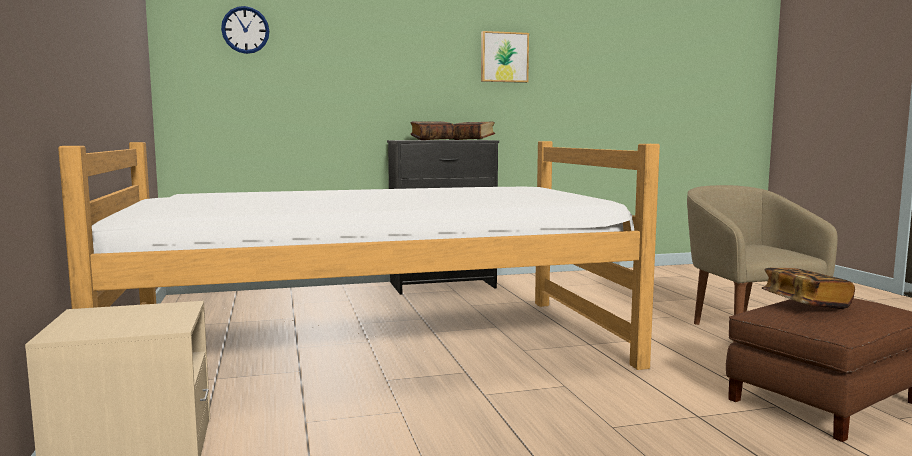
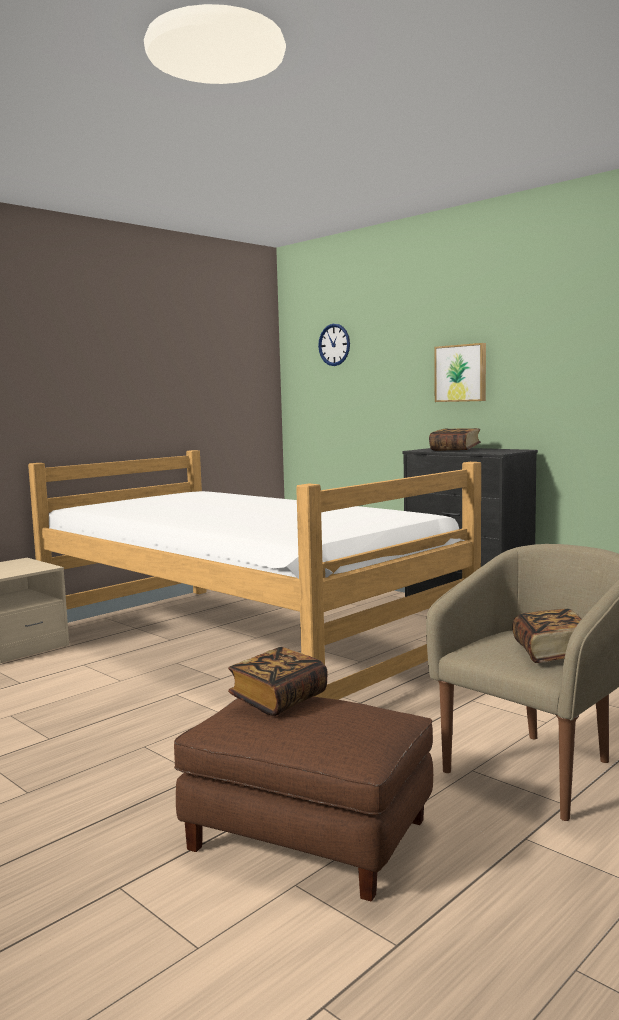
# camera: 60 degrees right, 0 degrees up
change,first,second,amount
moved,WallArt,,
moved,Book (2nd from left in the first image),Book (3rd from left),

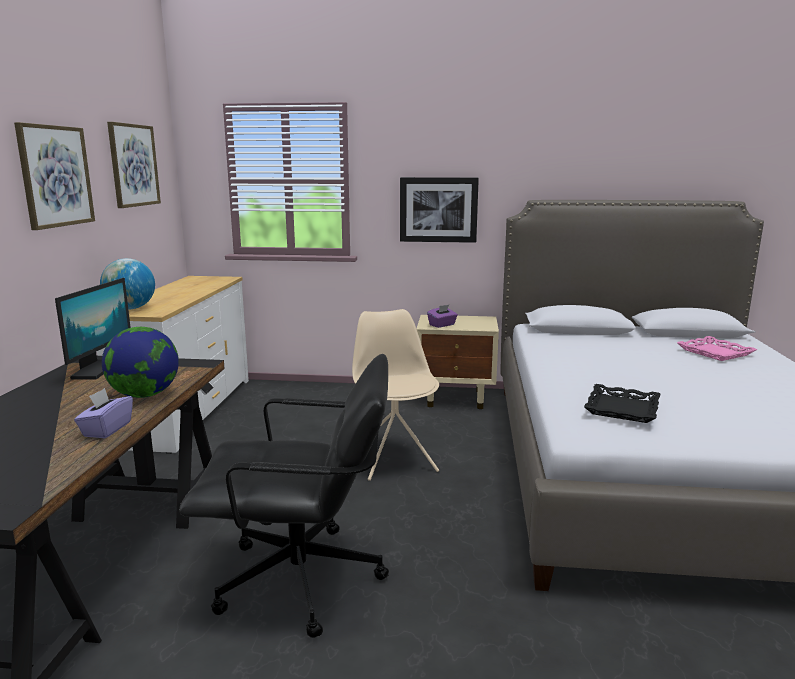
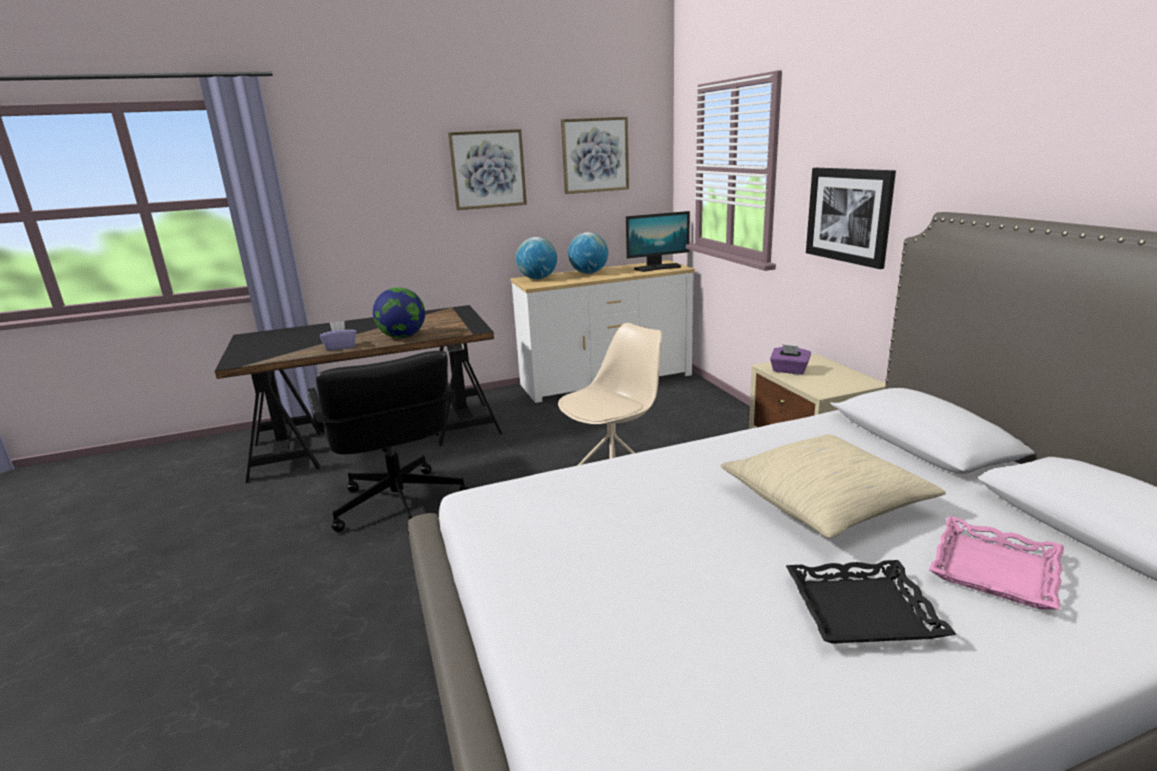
# camera: 65 degrees right, 5 degrees up
change,first,second,amount
moved,ComputerDisplay,,
moved,BlackTray,,
added,,WorldGlobe (3rd from left),
added,,SandColouredPillow,

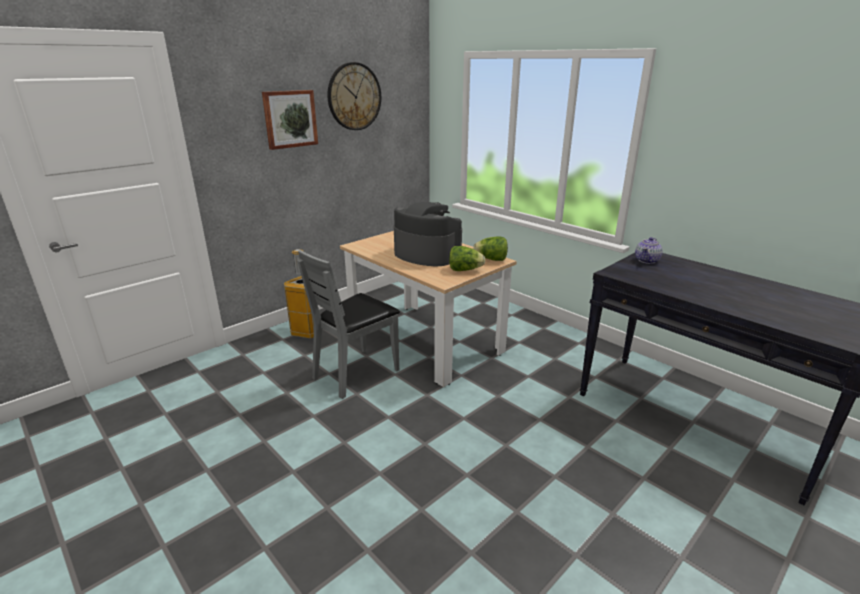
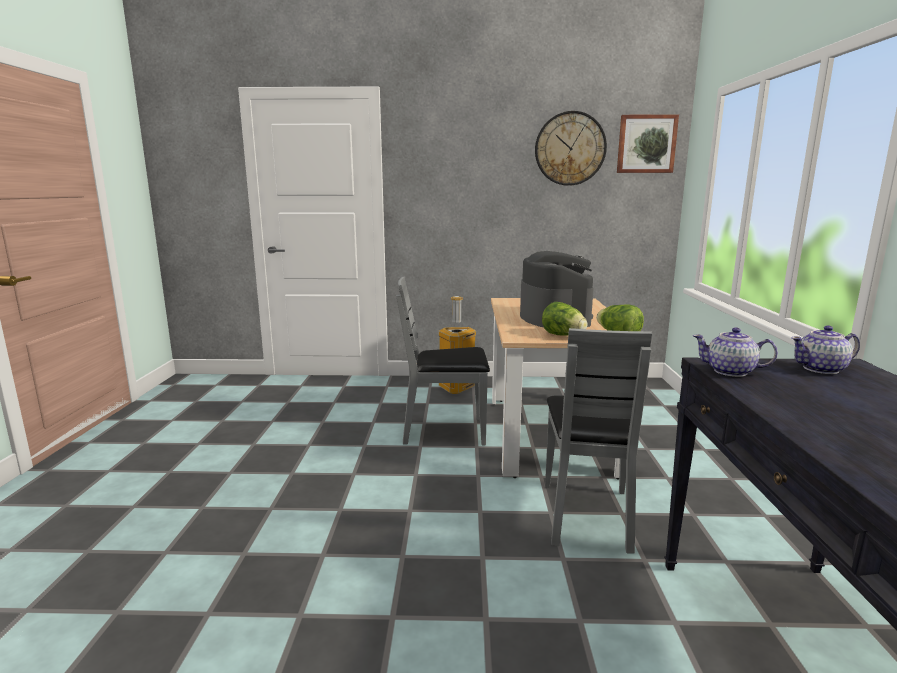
# camera: 45 degrees right, 10 degrees down
change,first,second,amount
moved,WallArt,,
added,,TeaPot (1st from left),
added,,GreyishPlainChair (2nd from left),

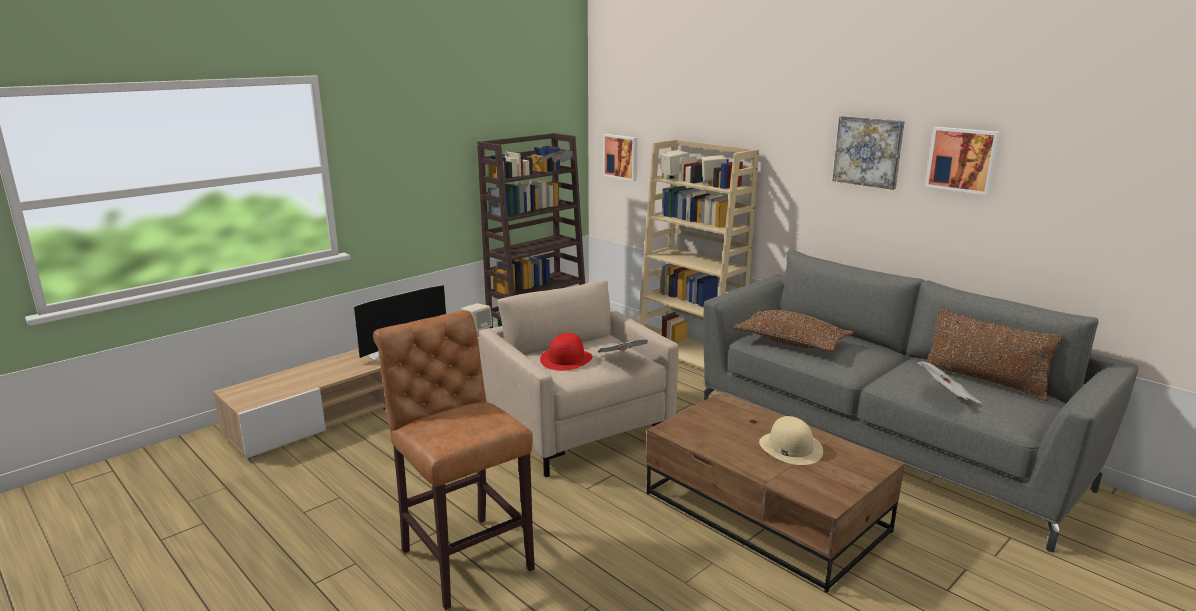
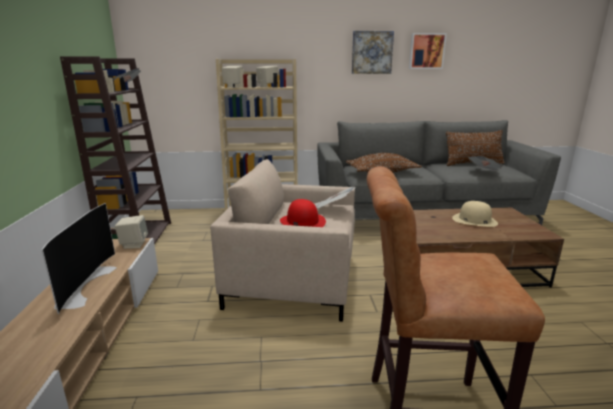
# camera: 50 degrees left, 0 degrees up
change,first,second,amount
removed,WallArt (1st from left),,

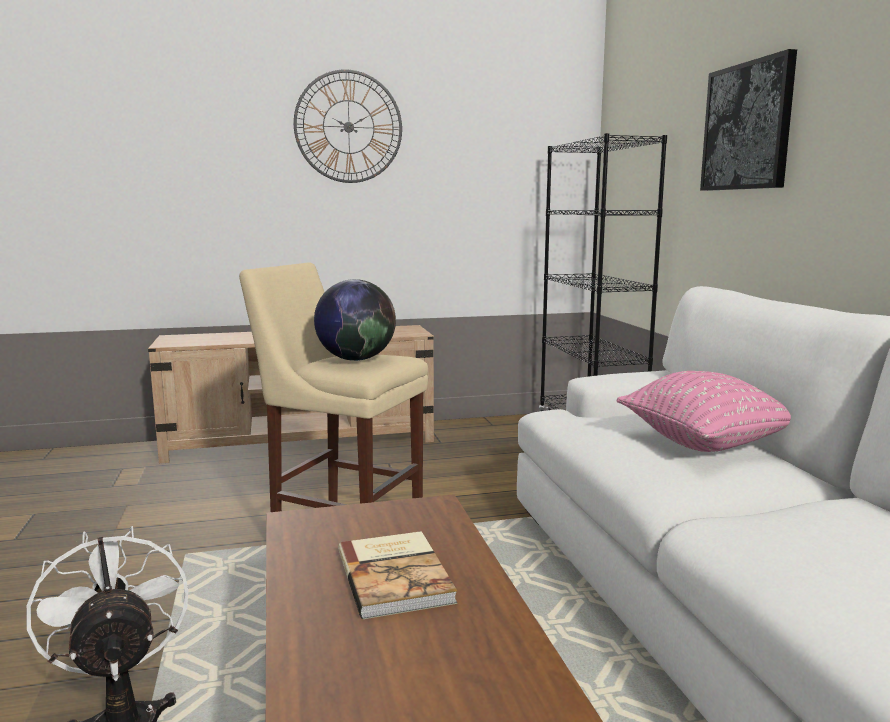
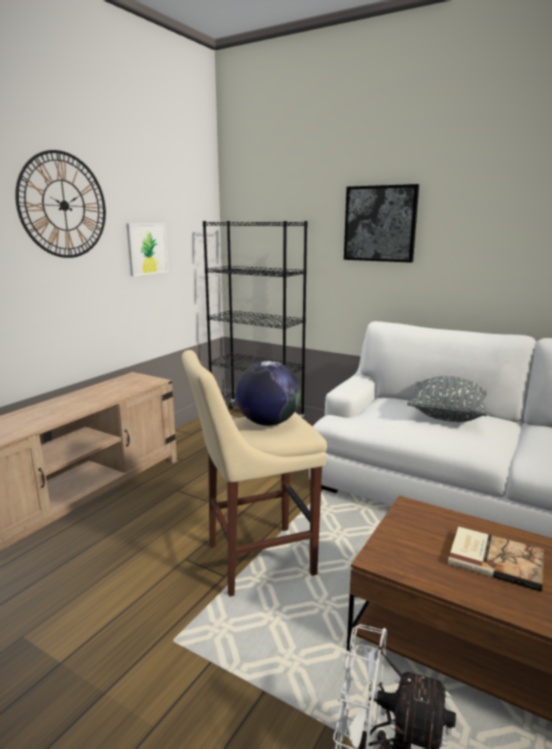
# camera: 45 degrees left, 5 degrees up
change,first,second,amount
recoloured,PinkPillow,GreyishPillow,
added,,WallArt (1st from left),

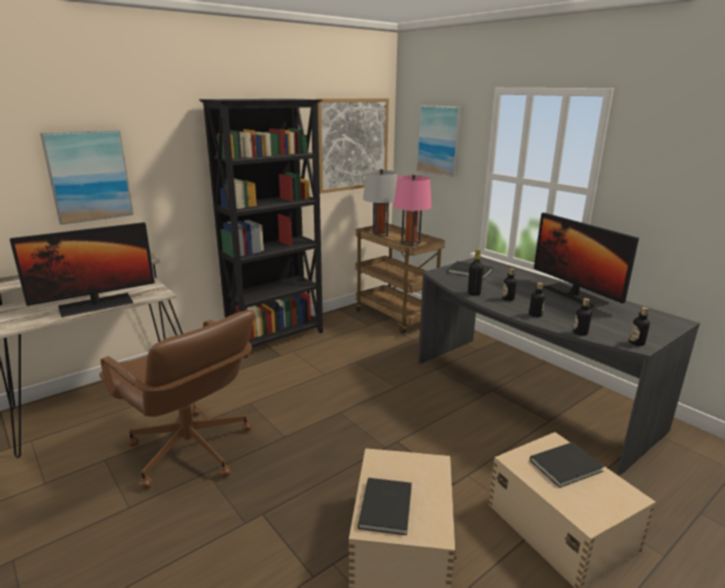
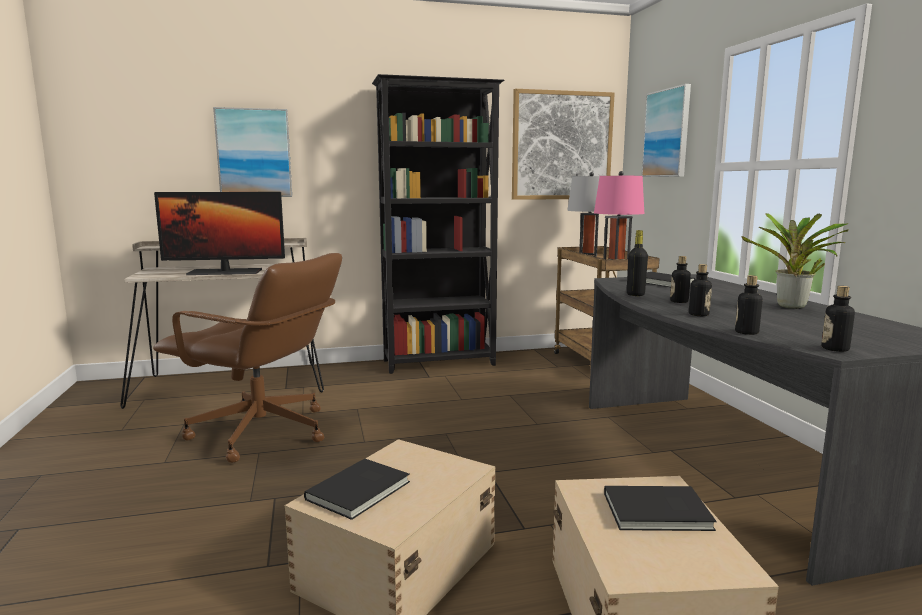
# camera: 25 degrees right, 10 degrees down
change,first,second,amount
replaced,ComputerDisplay (2nd from left),PottedPlant,
turned,BrownColouredComputerChair,,45 degrees counterclockwise

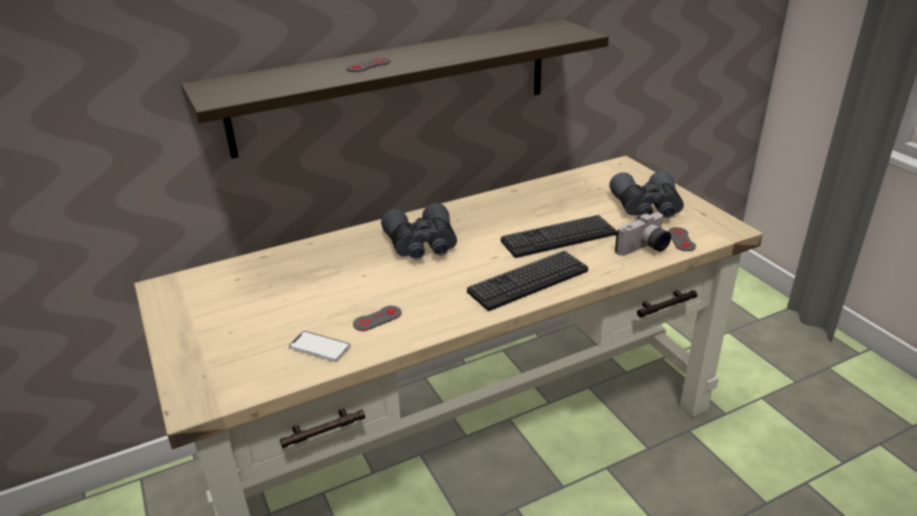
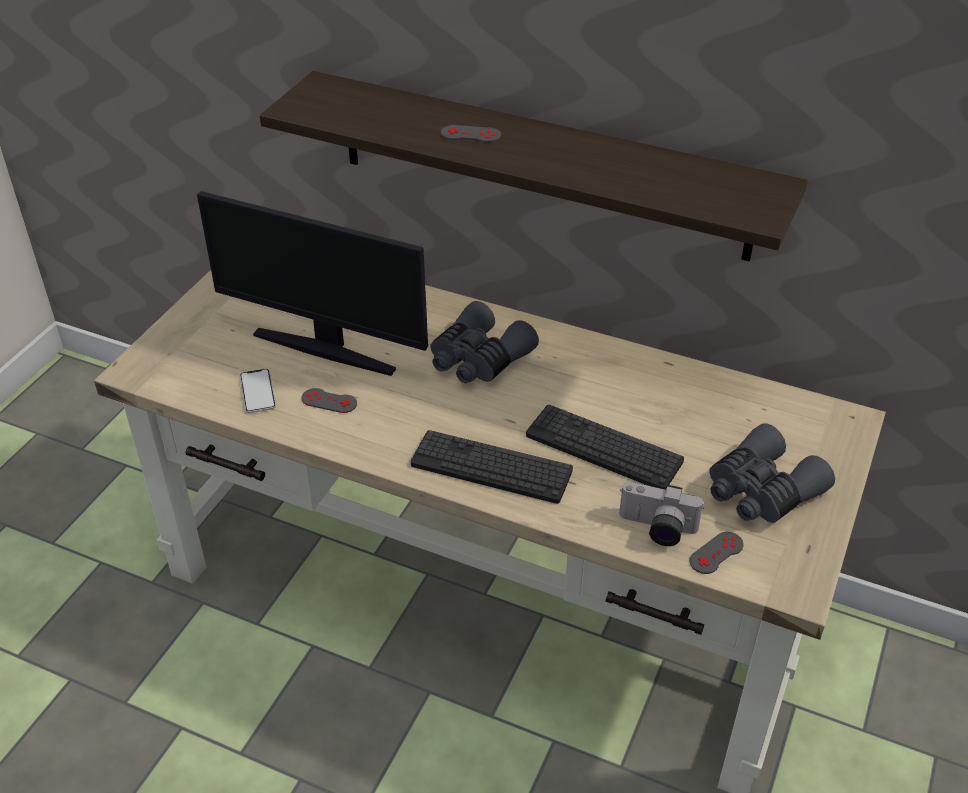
# camera: 50 degrees right, 10 degrees up
change,first,second,amount
added,,ComputerDisplay,

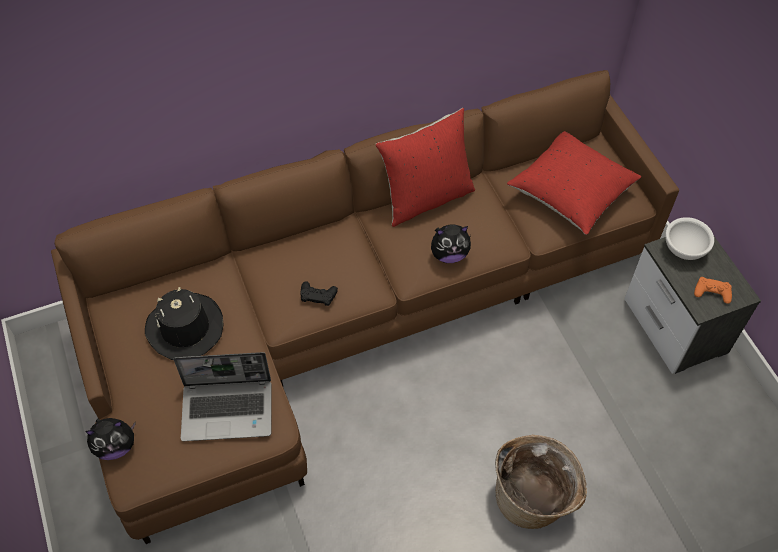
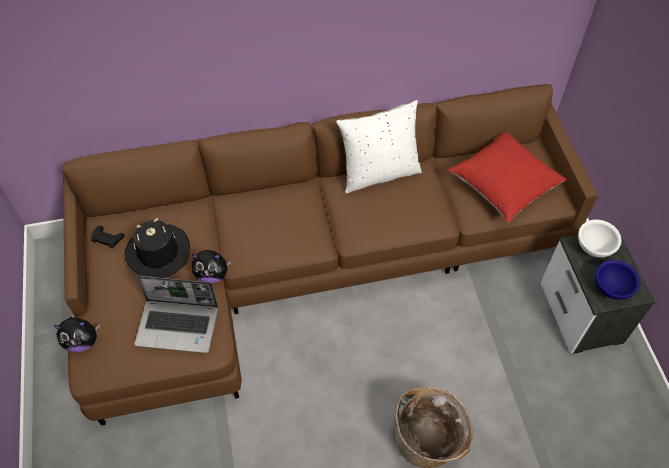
# camera: 10 degrees right, 0 degrees up
change,first,second,amount
recoloured,RedPillow (1st from left),WhitePillow,
moved,PlushToy (2nd from left),,
replaced,OrangeGamepad,BluishDeepDish,
moved,BlackGamepad,,

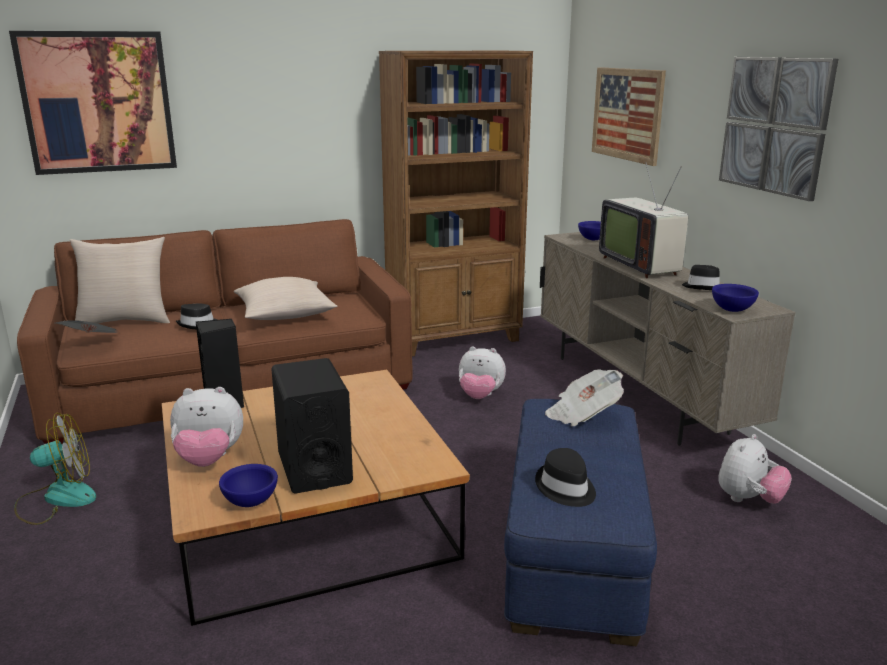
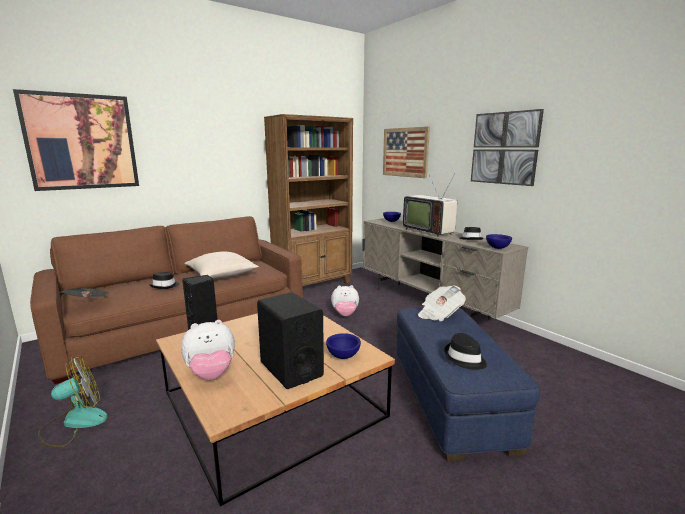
# camera: 15 degrees left, 5 degrees down
change,first,second,amount
removed,SandColouredPillow (1st from left),,
removed,PlushToy (3rd from left),,
moved,BluishDeepDish (1st from left),,

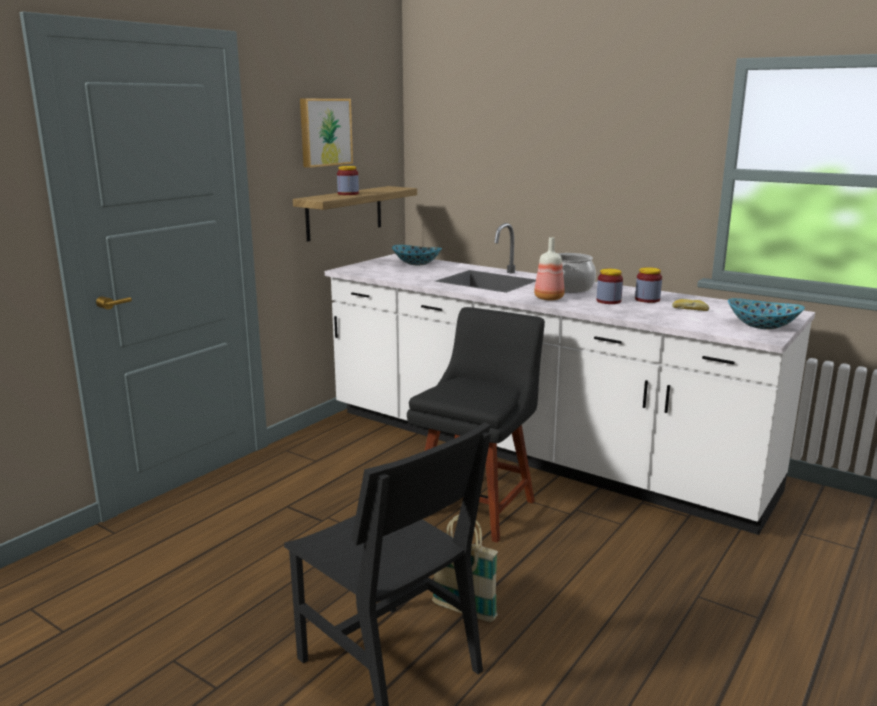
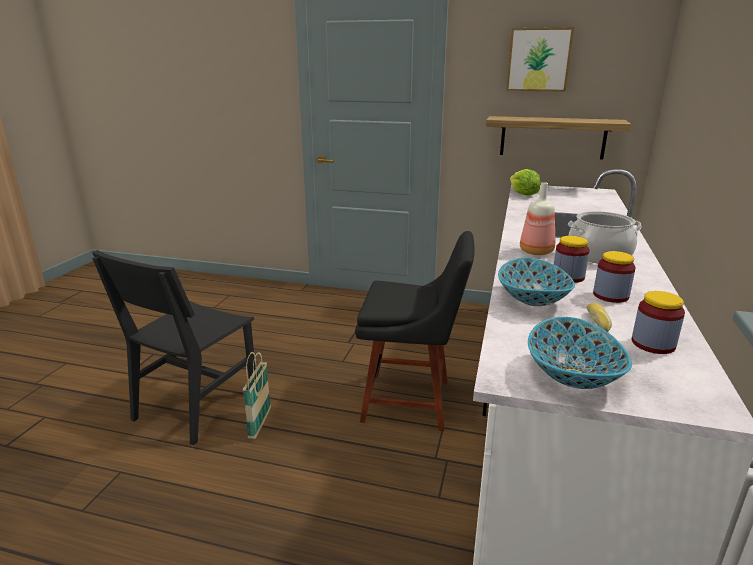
# camera: 70 degrees right, 5 degrees up
change,first,second,amount
moved,PreserveJar (1st from left in the first image),PreserveJar (3rd from left),
moved,DeepDish (1st from left),,
added,,Lettuce,

